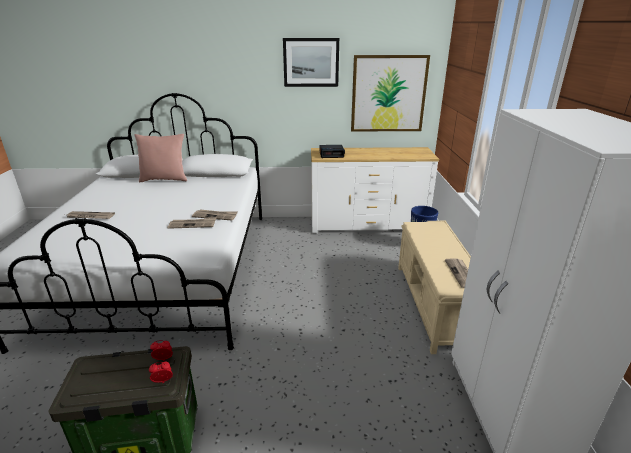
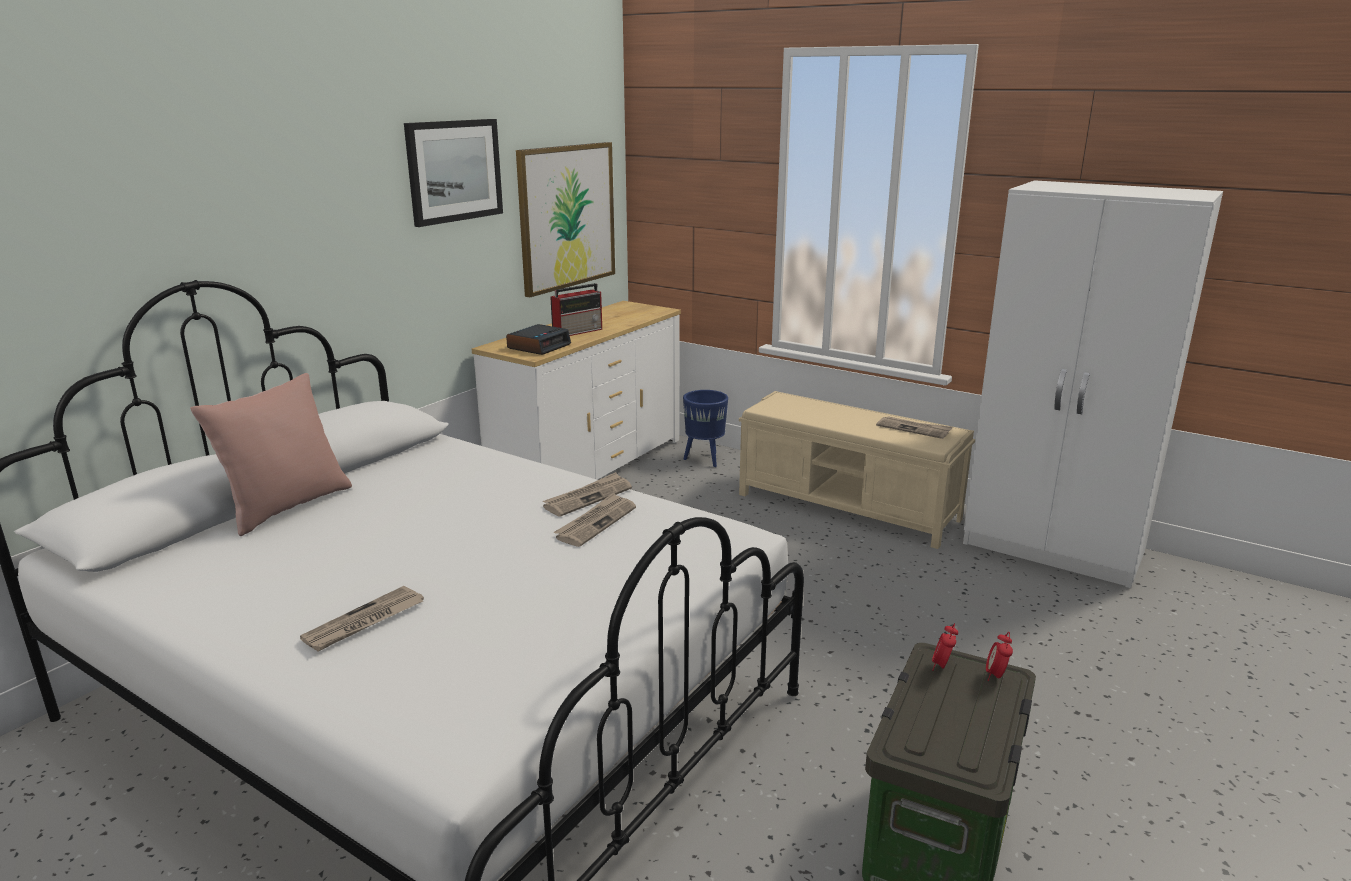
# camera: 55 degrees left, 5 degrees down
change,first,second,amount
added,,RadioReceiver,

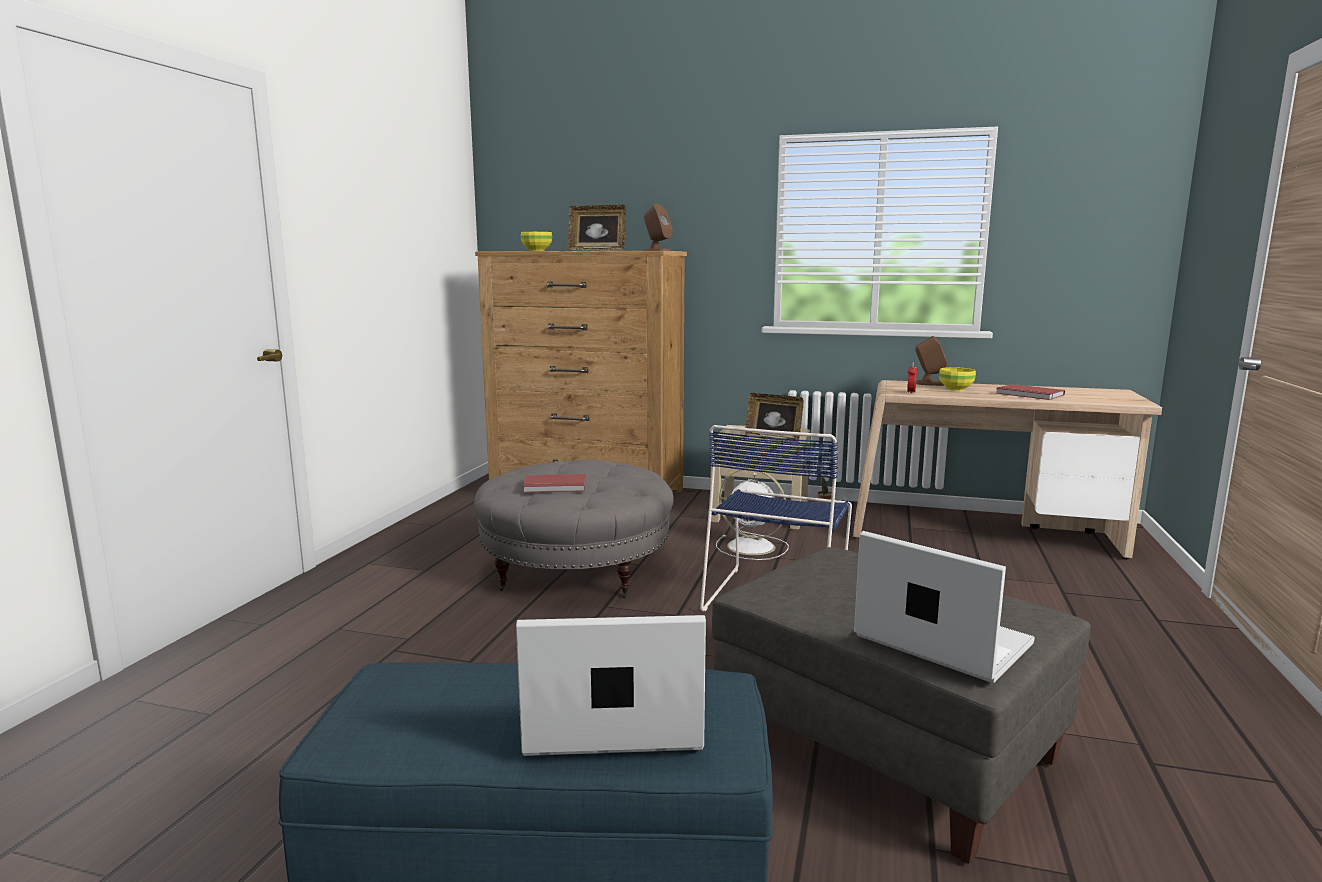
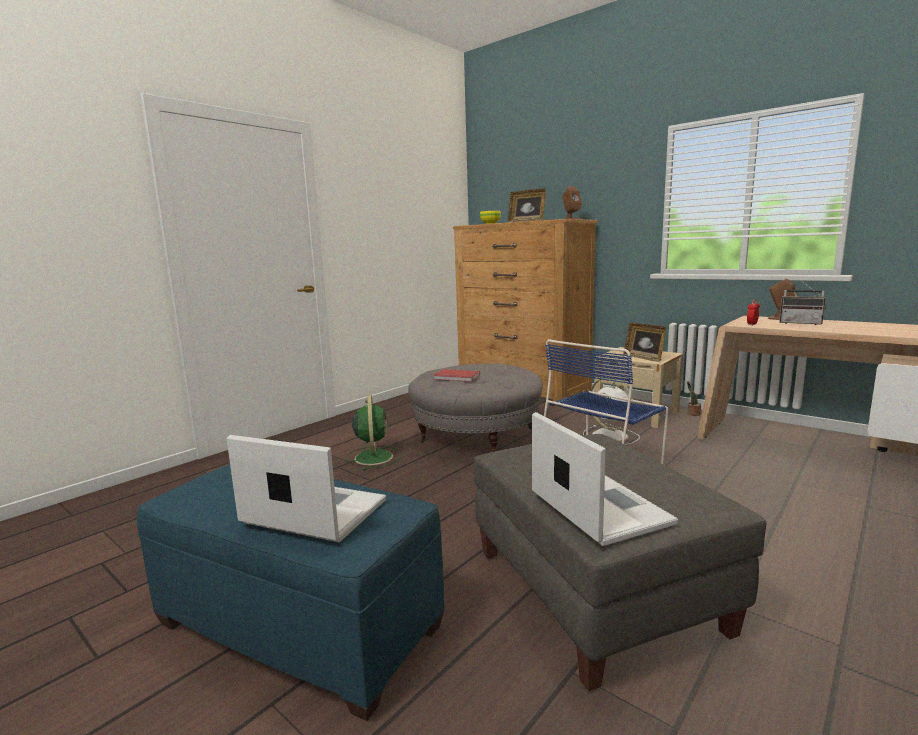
# camera: 25 degrees right, 0 degrees up
change,first,second,amount
replaced,YellowishDeepDish (2nd from left),RadioReceiver,
removed,RedBook (2nd from left),,
added,,GreenColouredFan,

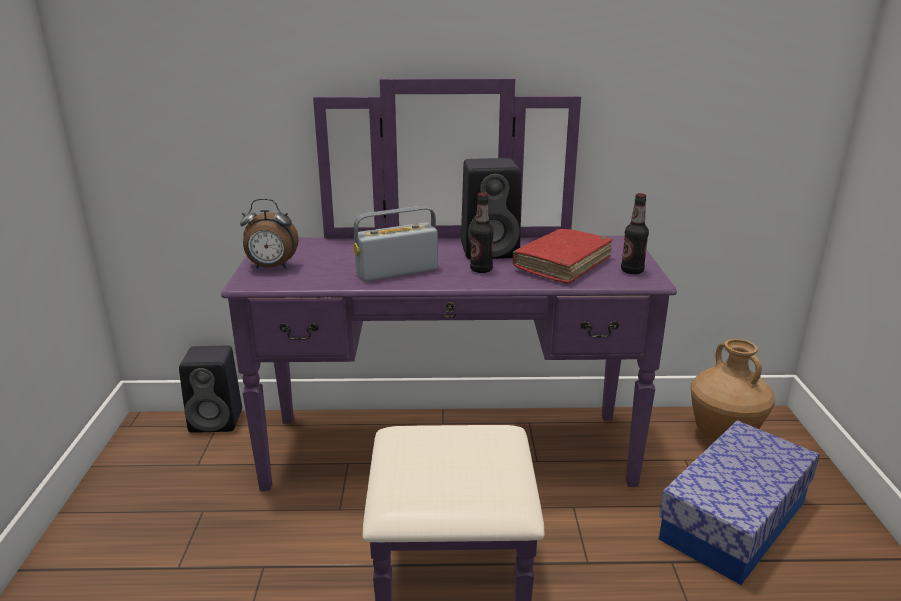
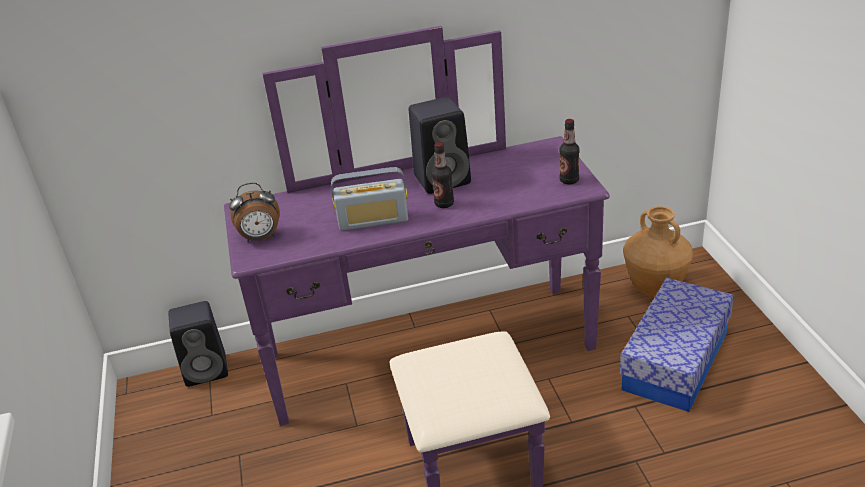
# camera: 10 degrees left, 10 degrees up
change,first,second,amount
turned,RadioReceiver,,150 degrees counterclockwise
removed,RedBook,,

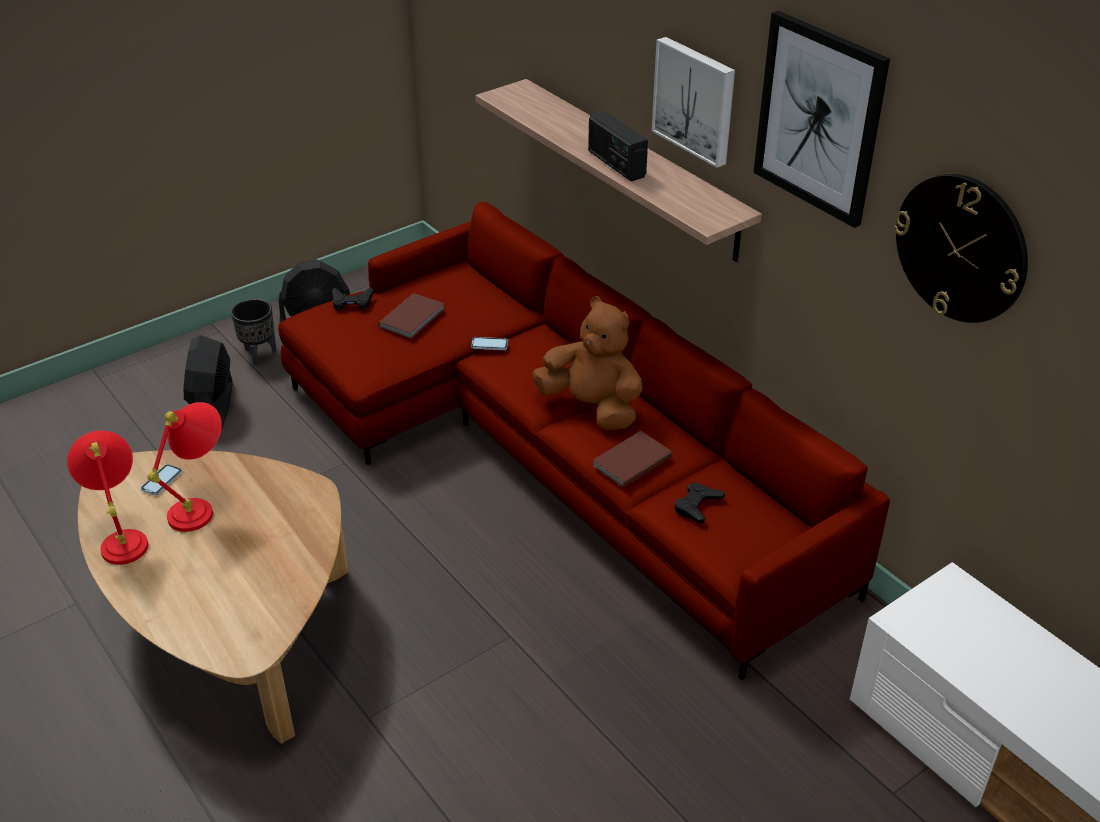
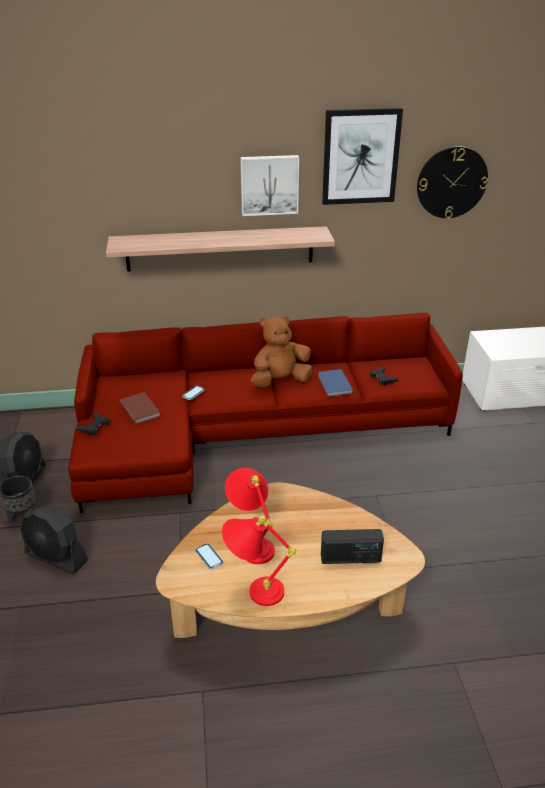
# camera: 60 degrees left, 5 degrees down
change,first,second,amount
moved,RadioReceiver,,
recoloured,BrownColouredBook (2nd from left),BluishBook,

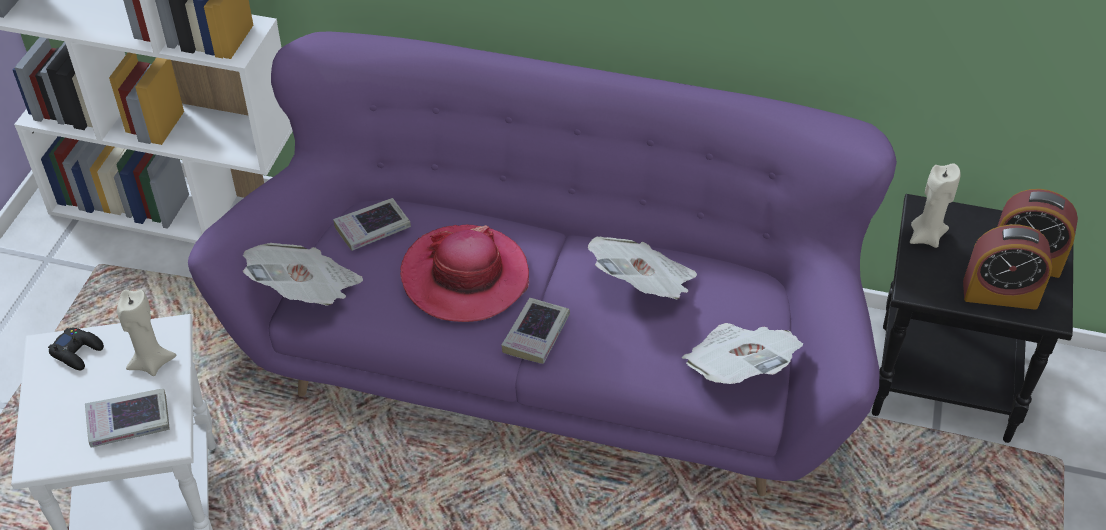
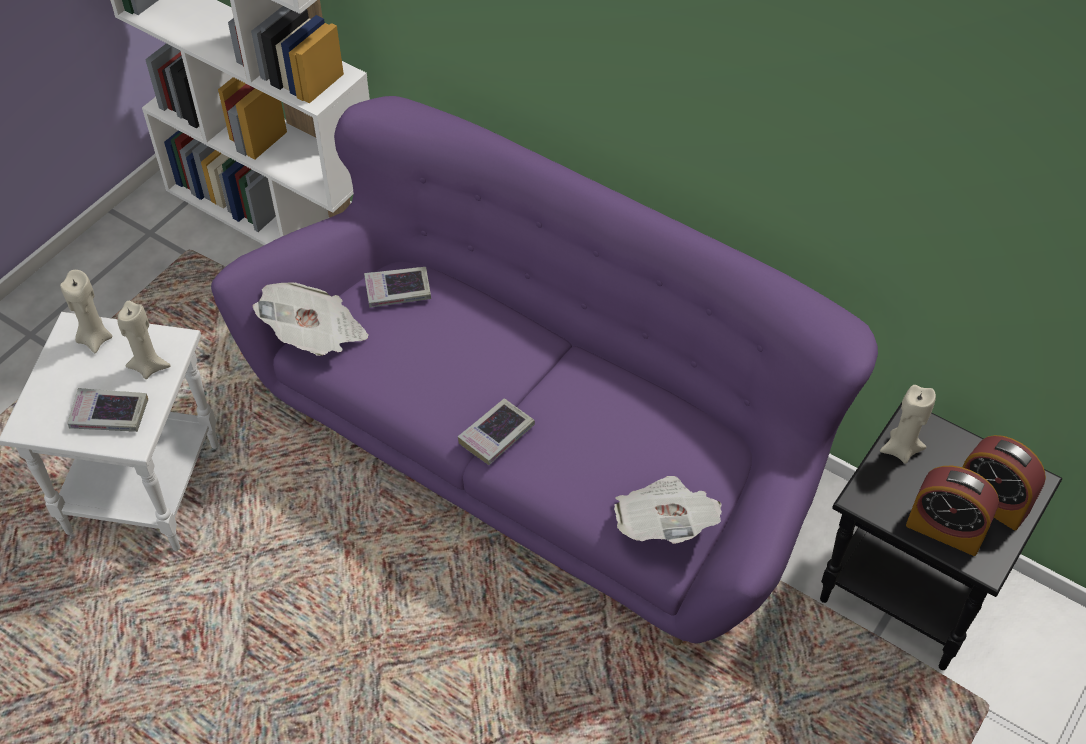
# camera: 20 degrees right, 5 degrees up
change,first,second,amount
removed,WearableHat,,
removed,Newspaper (2nd from left),,
replaced,BlackGamepad,SandColouredWaxCandle (1st from left),

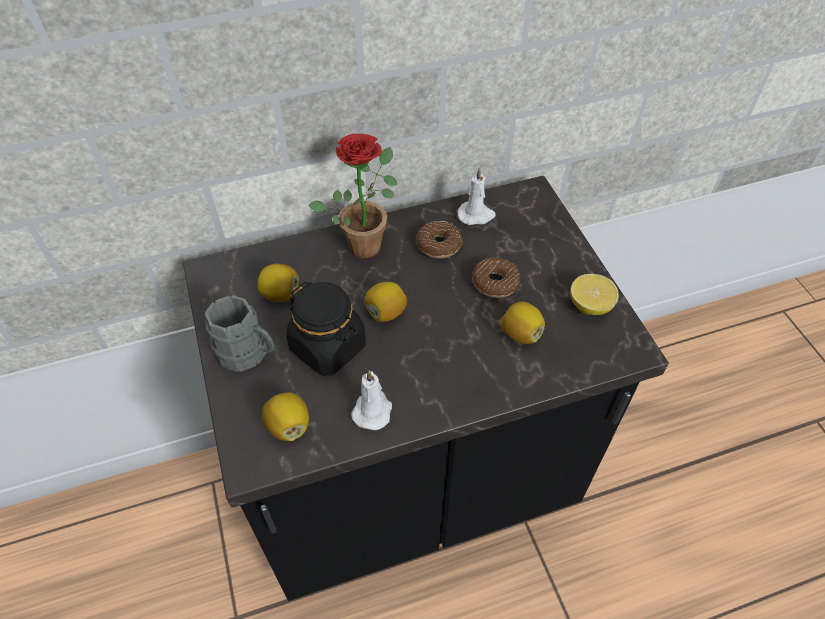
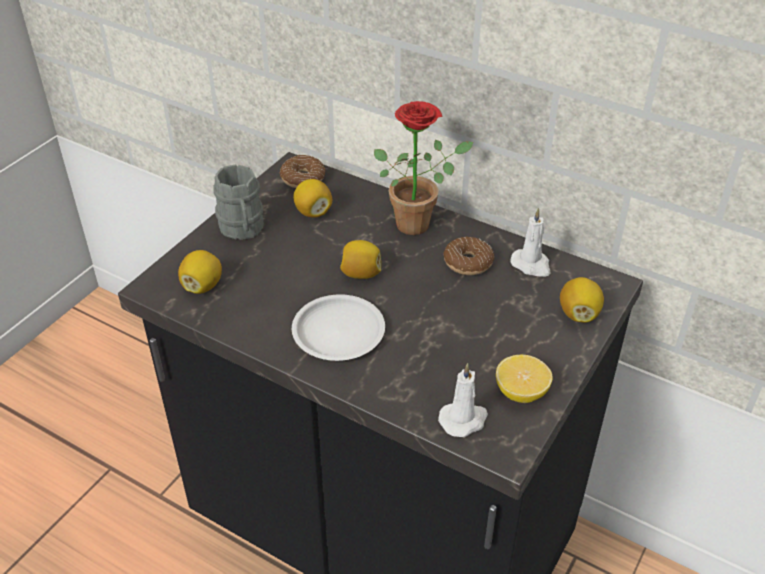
# camera: 50 degrees right, 10 degrees down
change,first,second,amount
moved,Doughnut (2nd from left in the first image),Doughnut (1st from left),
removed,BlackPreserveJar,,
moved,WholeLemon (4th from left in the first image),WholeLemon (5th from left),
moved,WhiteWaxCandle (1st from left),,
added,,WhiteDinnerPlate,

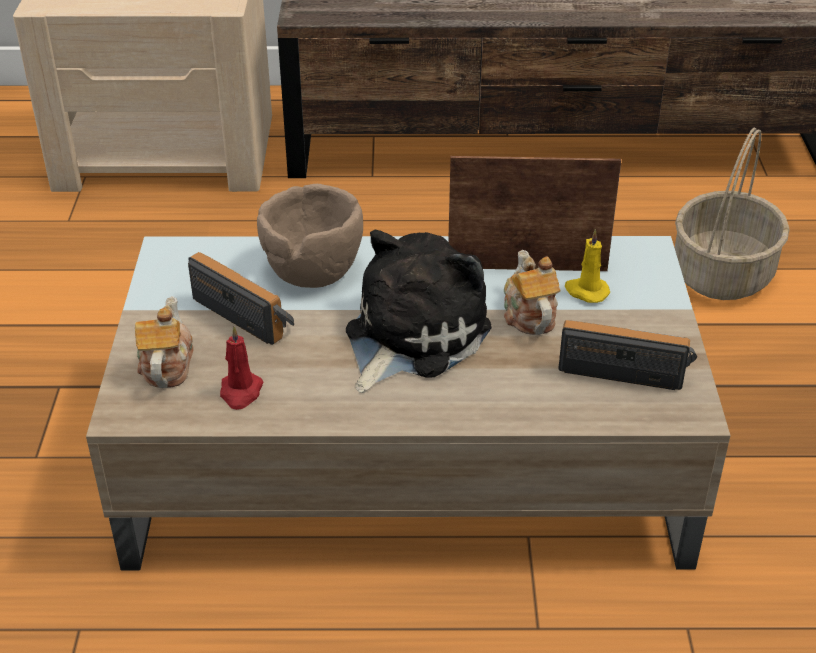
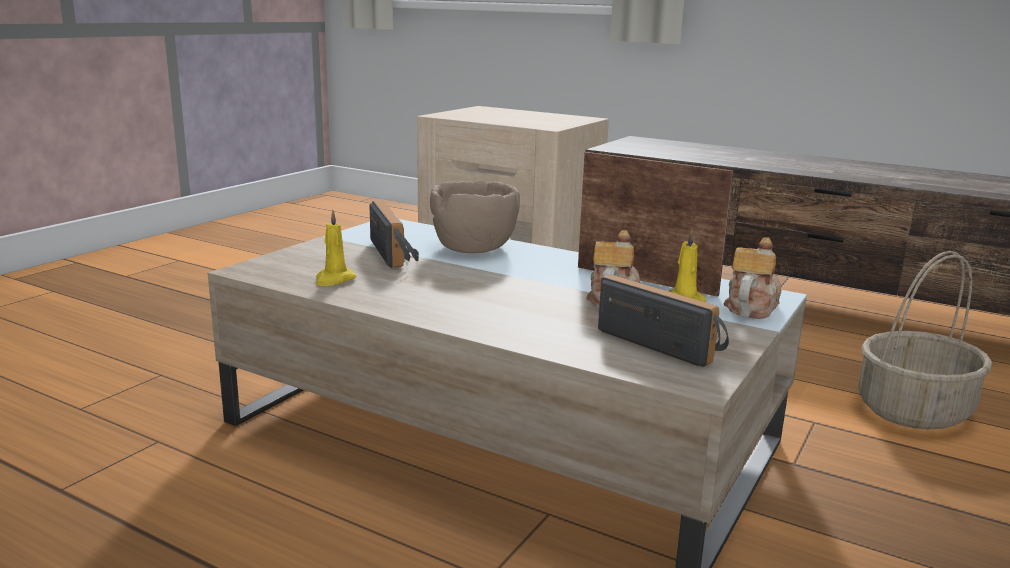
# camera: 30 degrees right, 20 degrees down
change,first,second,amount
removed,PlushToy,,
moved,TeaPot (1st from left in the first image),TeaPot (2nd from left),
recoloured,RedWaxCandle,YellowishWaxCandle (1st from left),

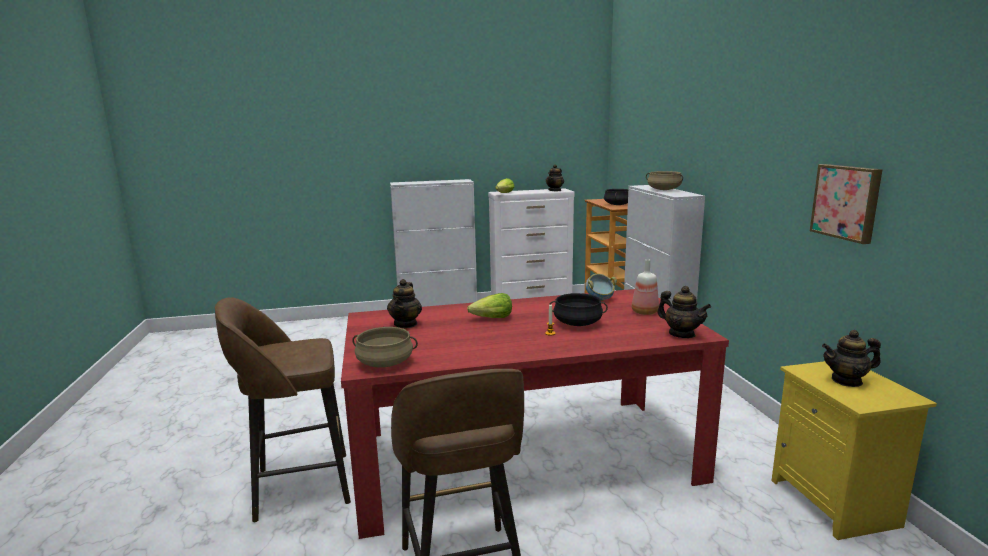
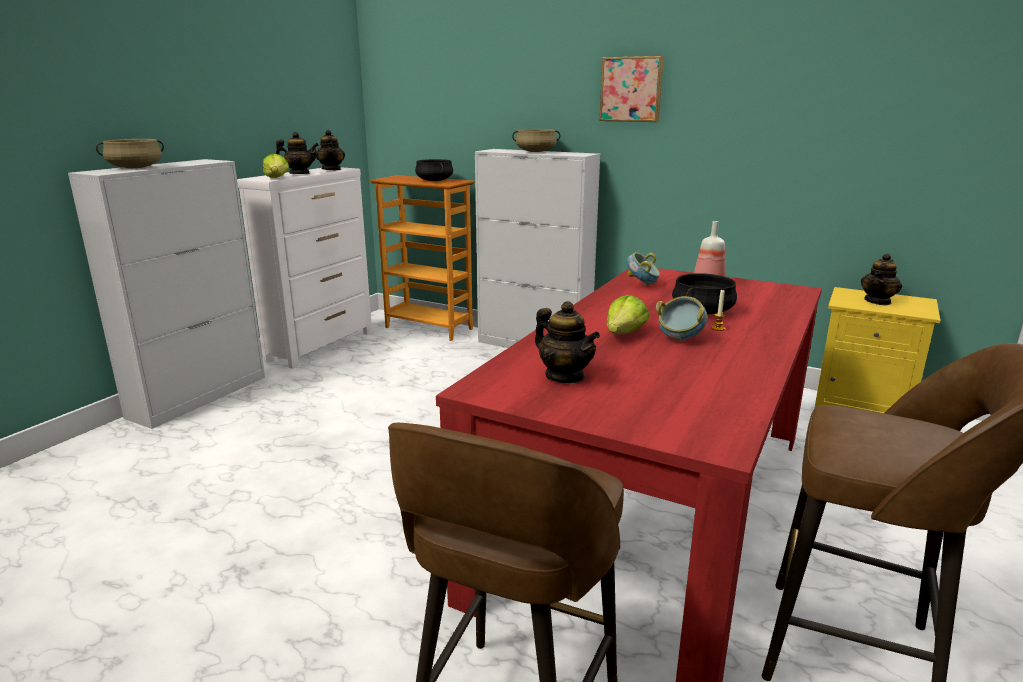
# camera: 50 degrees left, 5 degrees up
change,first,second,amount
moved,WallArt,,
moved,TeaPot (3rd from left in the first image),TeaPot (1st from left),
moved,SandColouredSaucepot (1st from left),,
added,,DeepDish (2nd from left),

